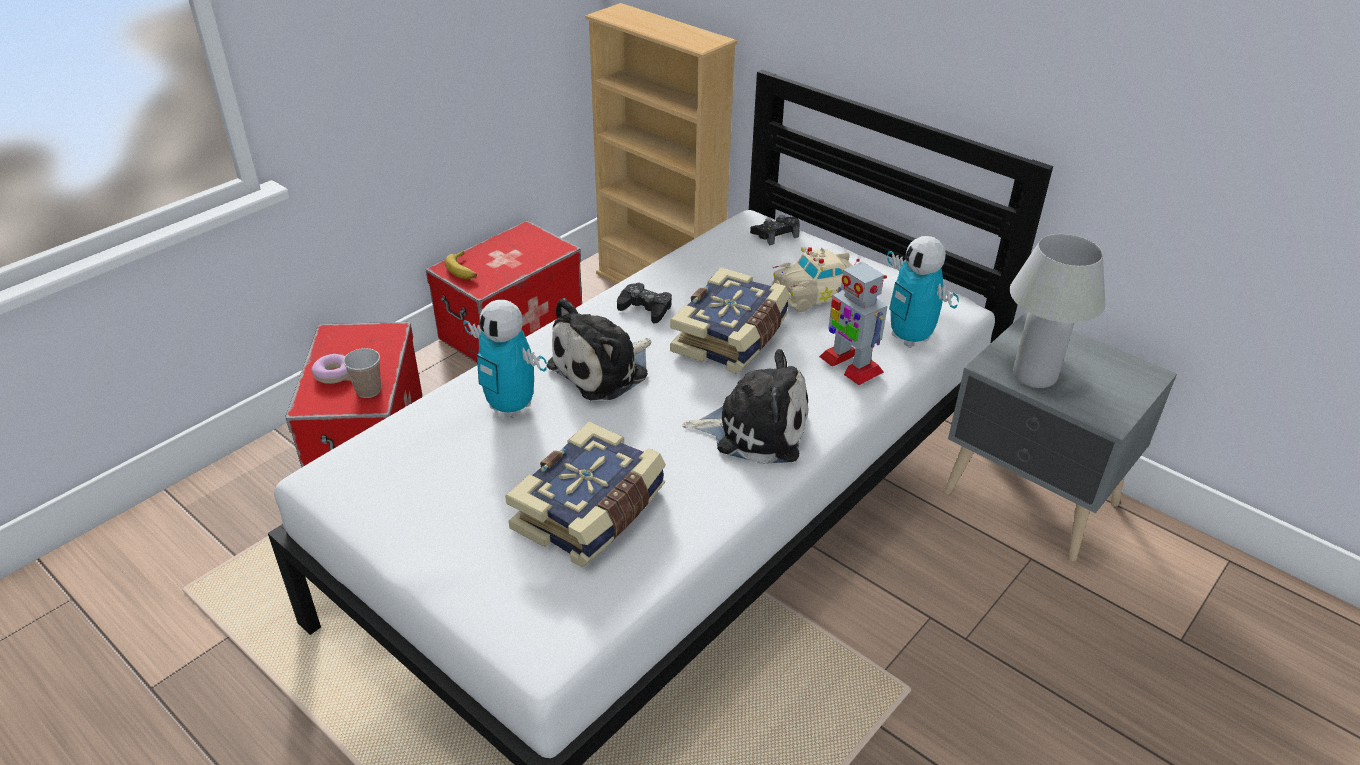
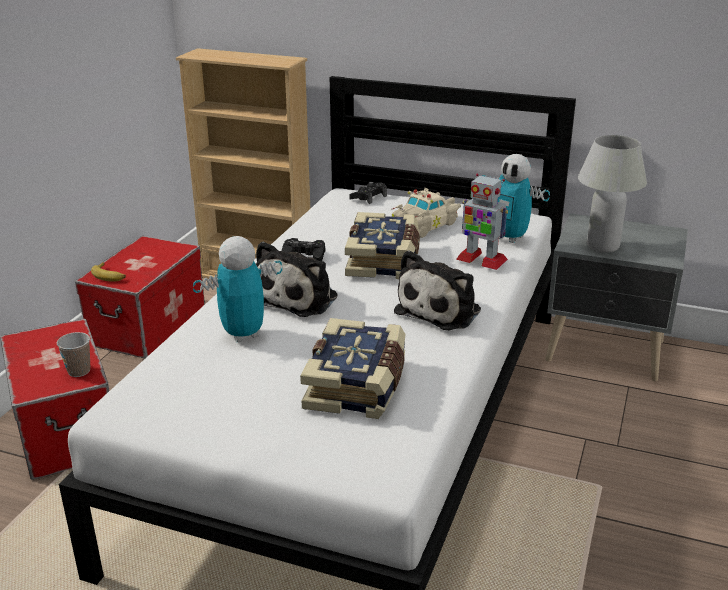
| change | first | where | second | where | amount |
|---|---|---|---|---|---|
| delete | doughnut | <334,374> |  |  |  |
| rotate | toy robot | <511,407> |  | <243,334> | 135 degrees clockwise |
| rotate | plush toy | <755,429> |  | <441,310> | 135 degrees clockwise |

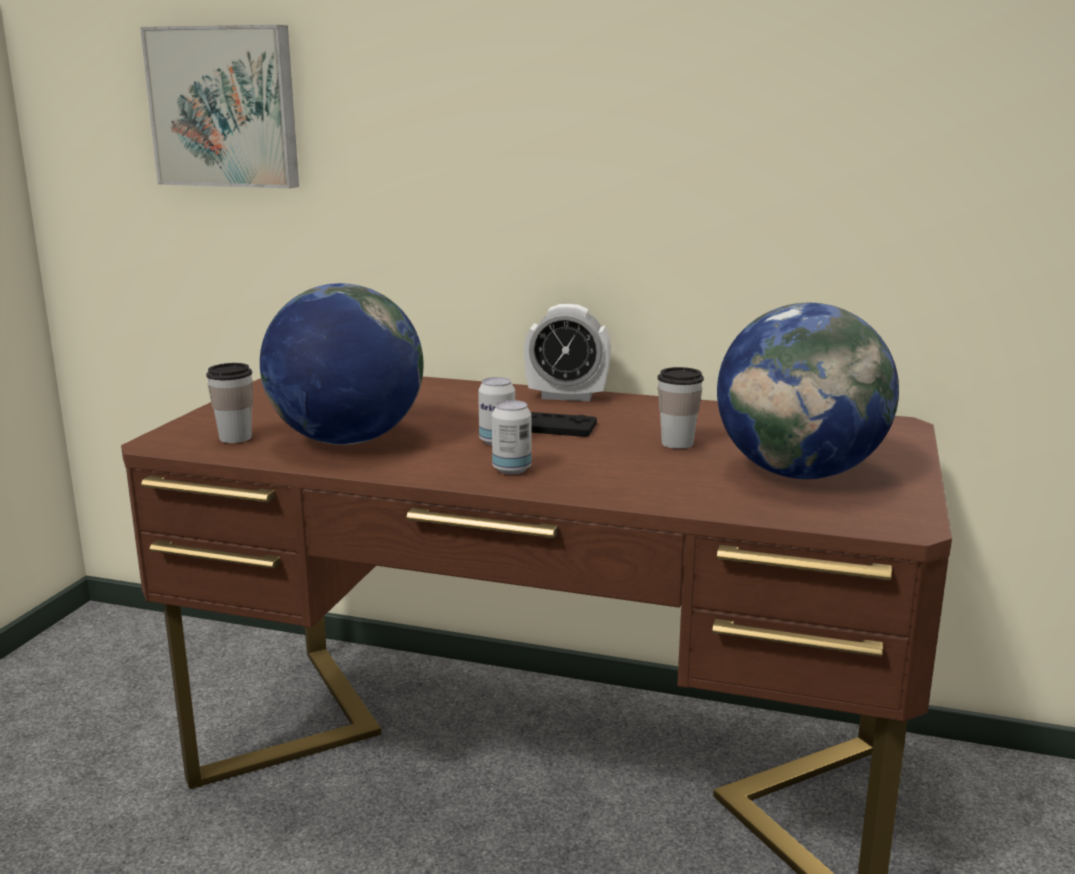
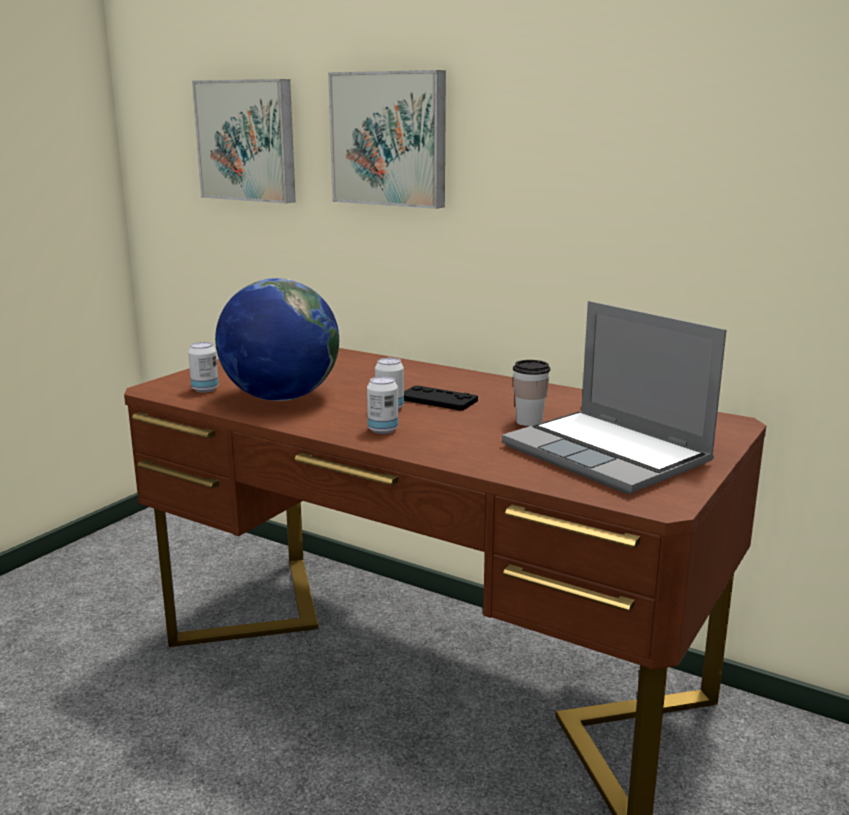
| change | first | where | second | where | amount |
|---|---|---|---|---|---|
| replace | small cup | <235,438> | can | <205,389> |  |
| delete | alarm clock | <567,396> |  |  |  |
| replace | world globe | <799,473> | portable computer | <609,454> |  |
| insert |  |  | picture | <390,139> |  |

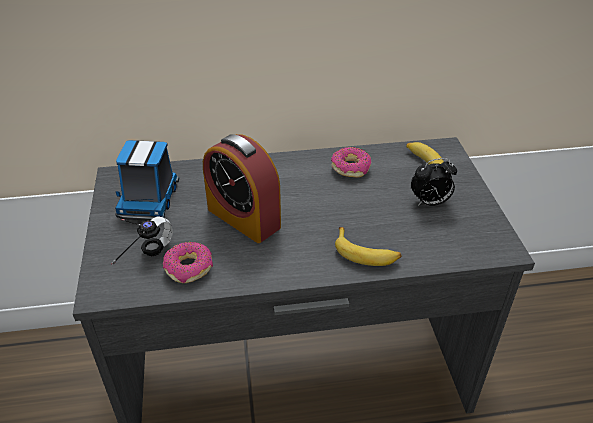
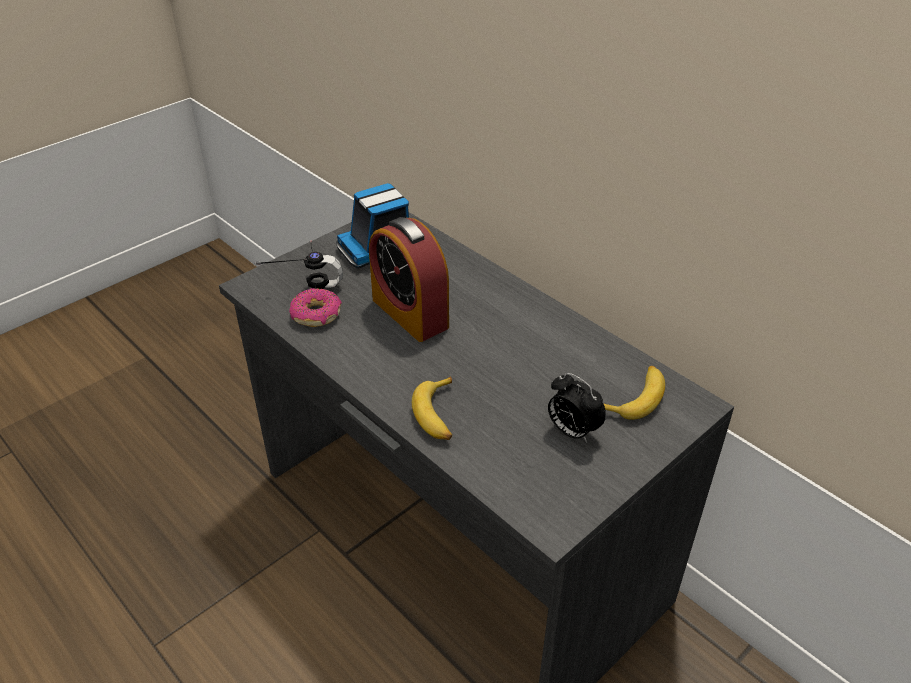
| change | first | where | second | where | amount |
|---|---|---|---|---|---|
| rotate | alarm clock | <243,218> |  | <410,313> | 45 degrees counterclockwise |
| delete | doughnut | <351,168> |  |  |  |

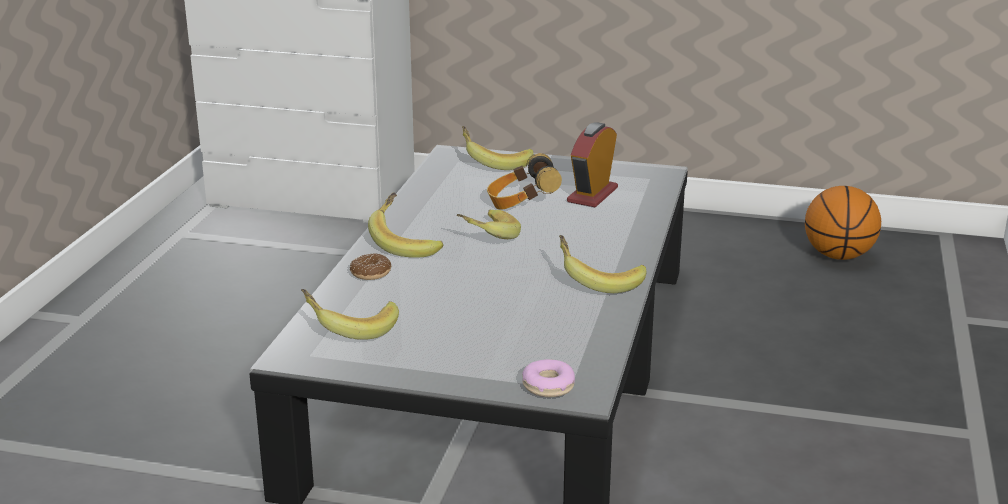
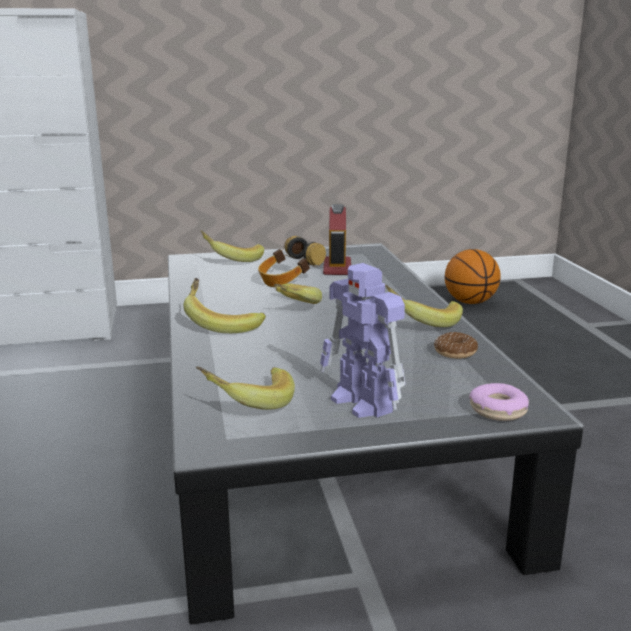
| change | first | where | second | where | amount |
|---|---|---|---|---|---|
| move | doughnut | <371,273> |  | <455,352> |  |
| insert |  |  | toy robot | <363,403> |  |

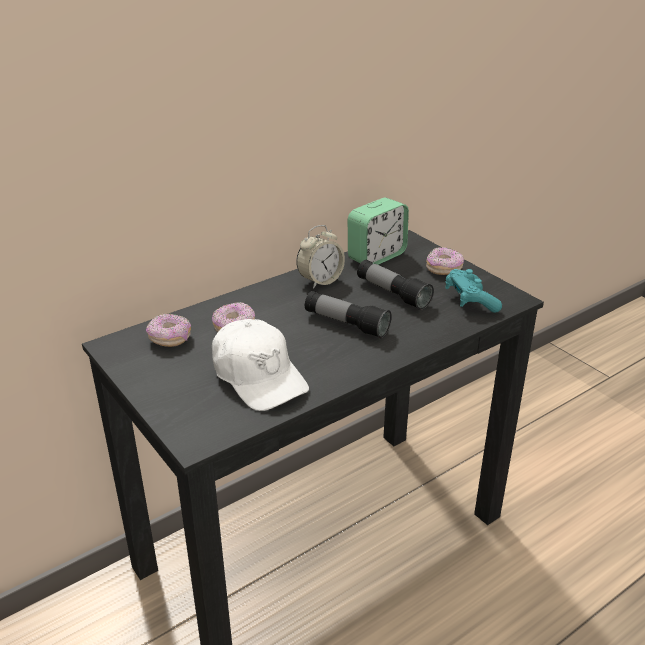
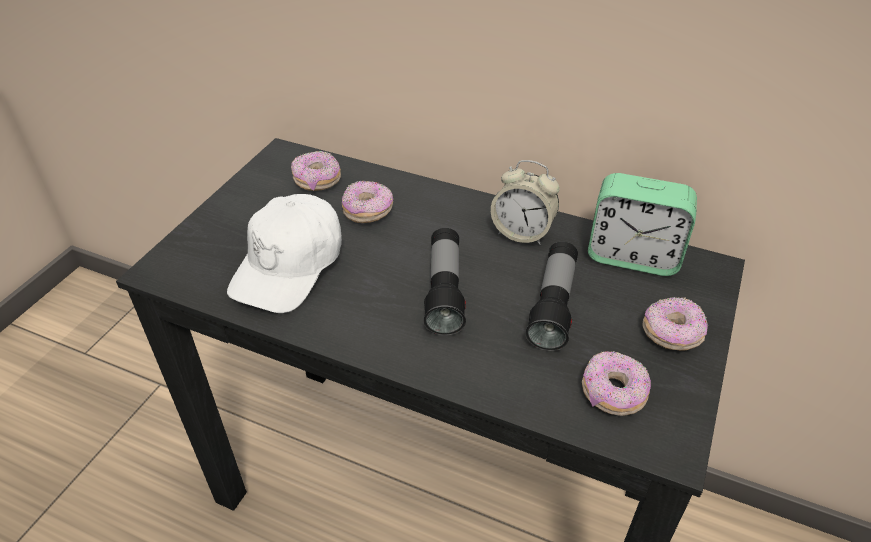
| change | first | where | second | where | amount |
|---|---|---|---|---|---|
| replace | gamepad/blue-green | <470,300> | doughnut | <613,393> |  |

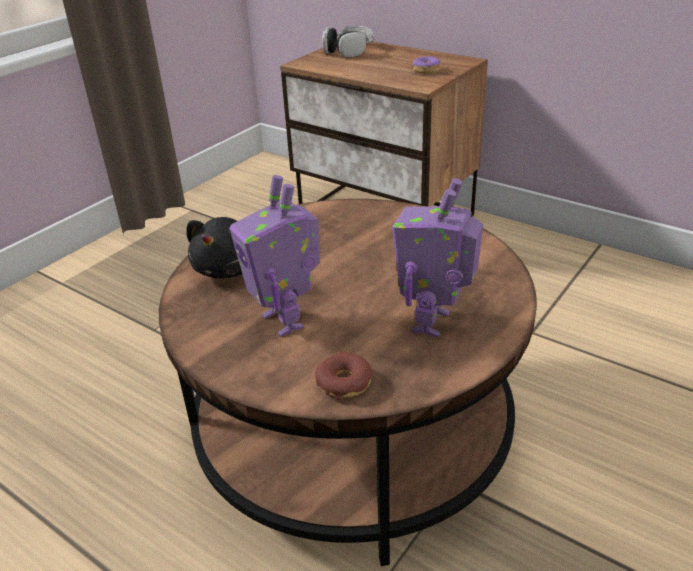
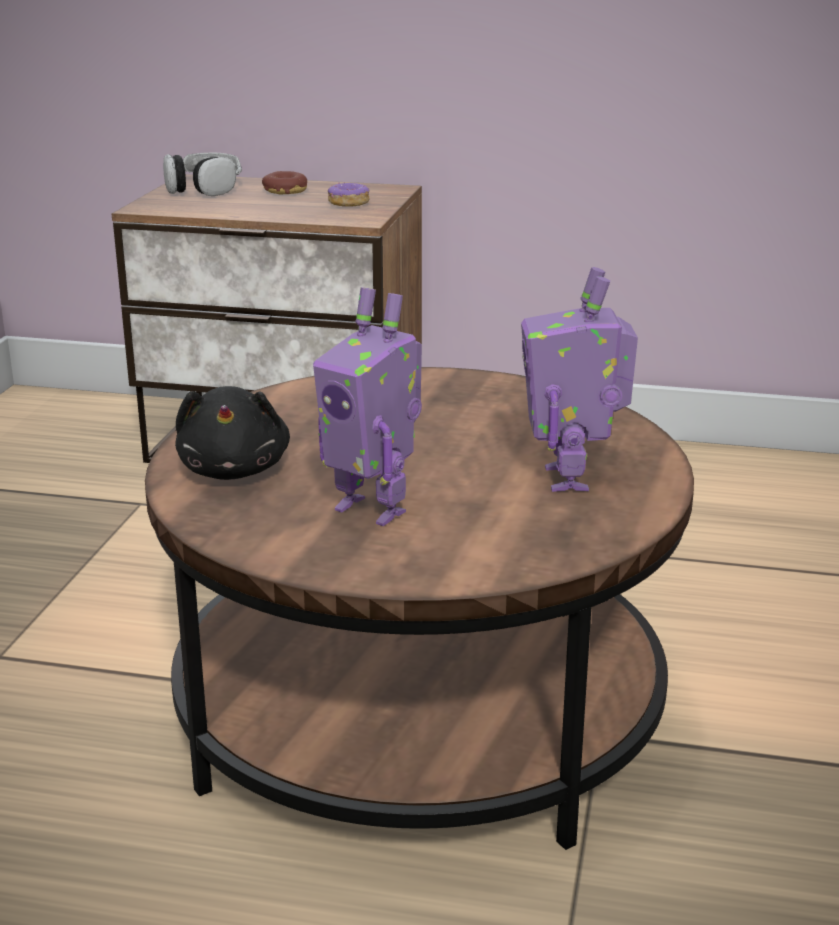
| change | first | where | second | where | amount |
|---|---|---|---|---|---|
| move | doughnut | <344,382> |  | <285,191> |  |

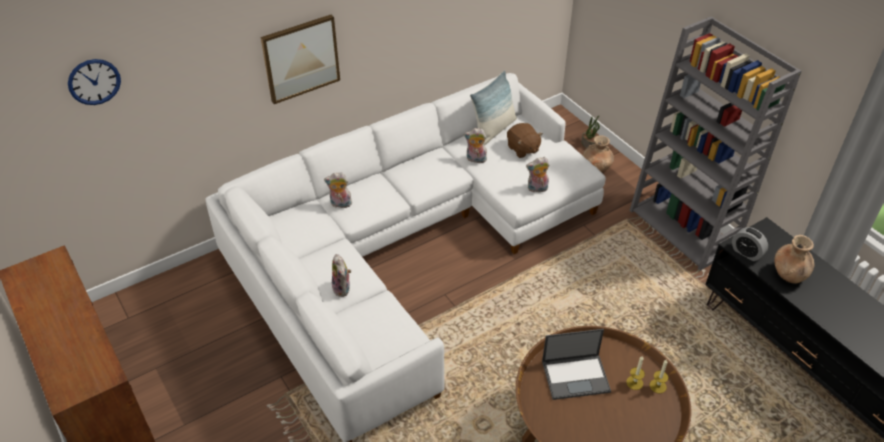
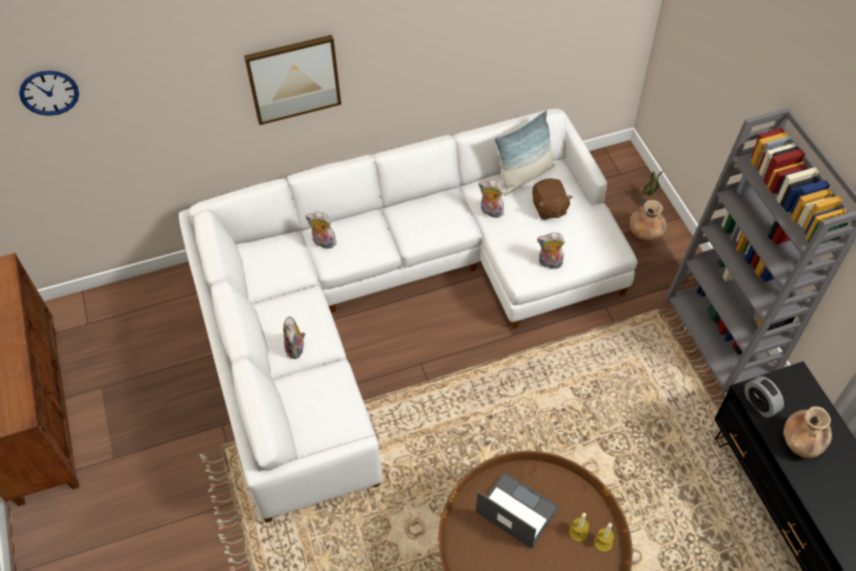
| change | first | where | second | where | amount |
|---|---|---|---|---|---|
| rotate | portable computer | <576,376> |  | <516,509> | 150 degrees counterclockwise |

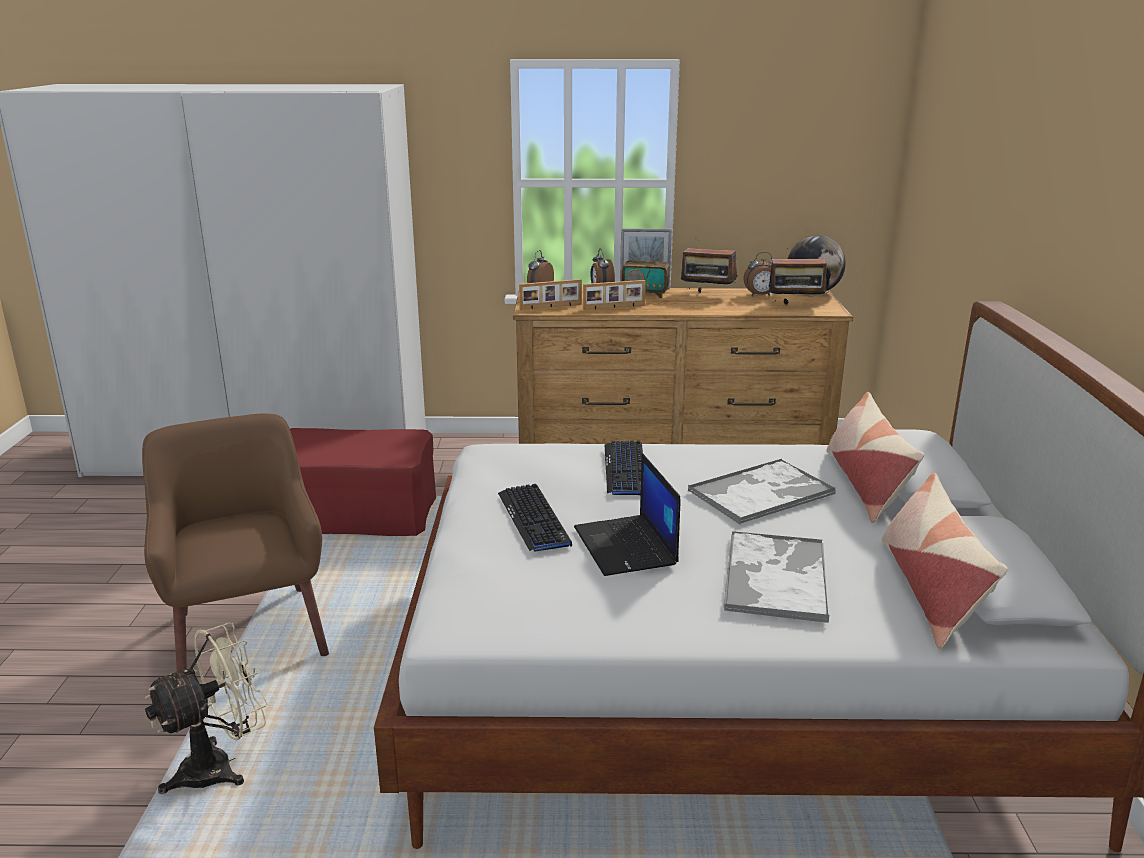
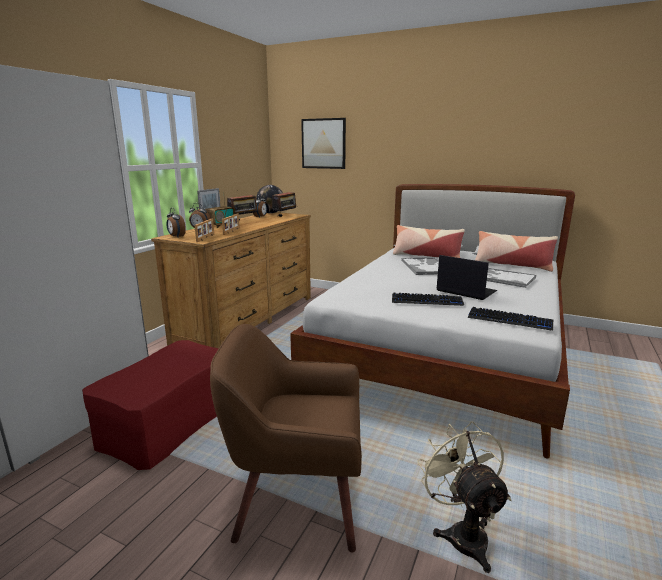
| change | first | where | second | where | amount |
|---|---|---|---|---|---|
| rotate | portable computer | <627,547> |  | <465,291> | 150 degrees counterclockwise |
| move | PC keyboard | <625,469> |  | <509,320> |  |
| insert |  |  | picture | <323,143> |  |

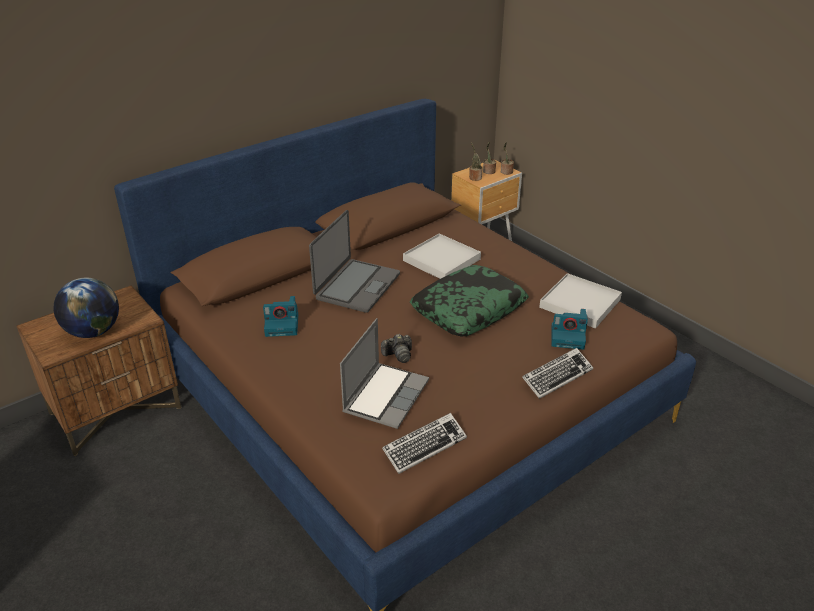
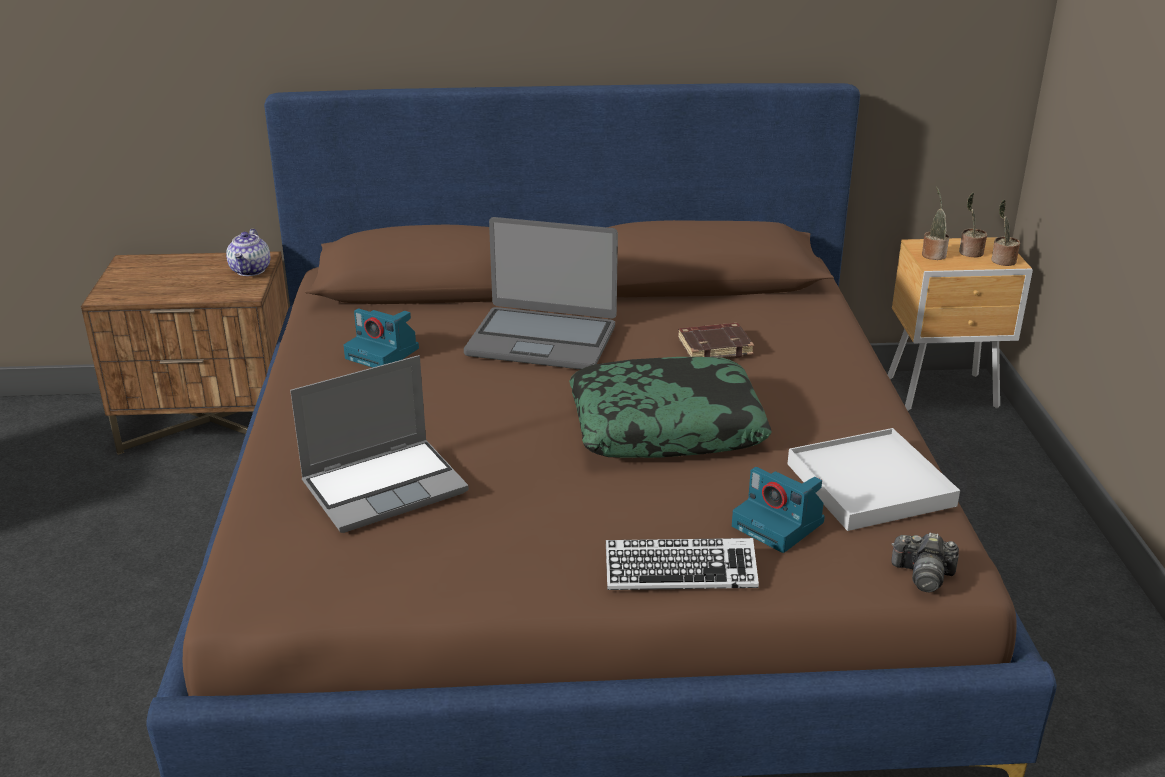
| change | first | where | second | where | amount |
|---|---|---|---|---|---|
| delete | world globe | <93,332> |  |  |  |
| rotate | portable computer | <356,286> |  | <542,340> | 45 degrees clockwise |
| move | photo camera | <398,355> |  | <923,575> |  |
| delete | PC keyboard | <424,446> |  |  |  |
| replace | serving tray/white-coloured | <441,260> | bound book/brown-coloured | <715,346> |  |
| insert |  |  | teapot | <251,270> |  |

